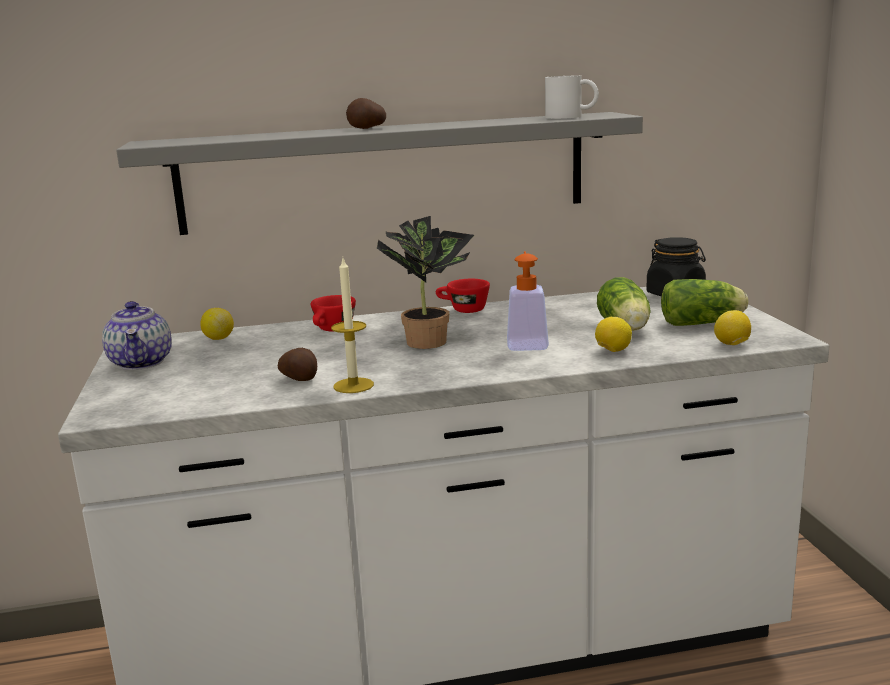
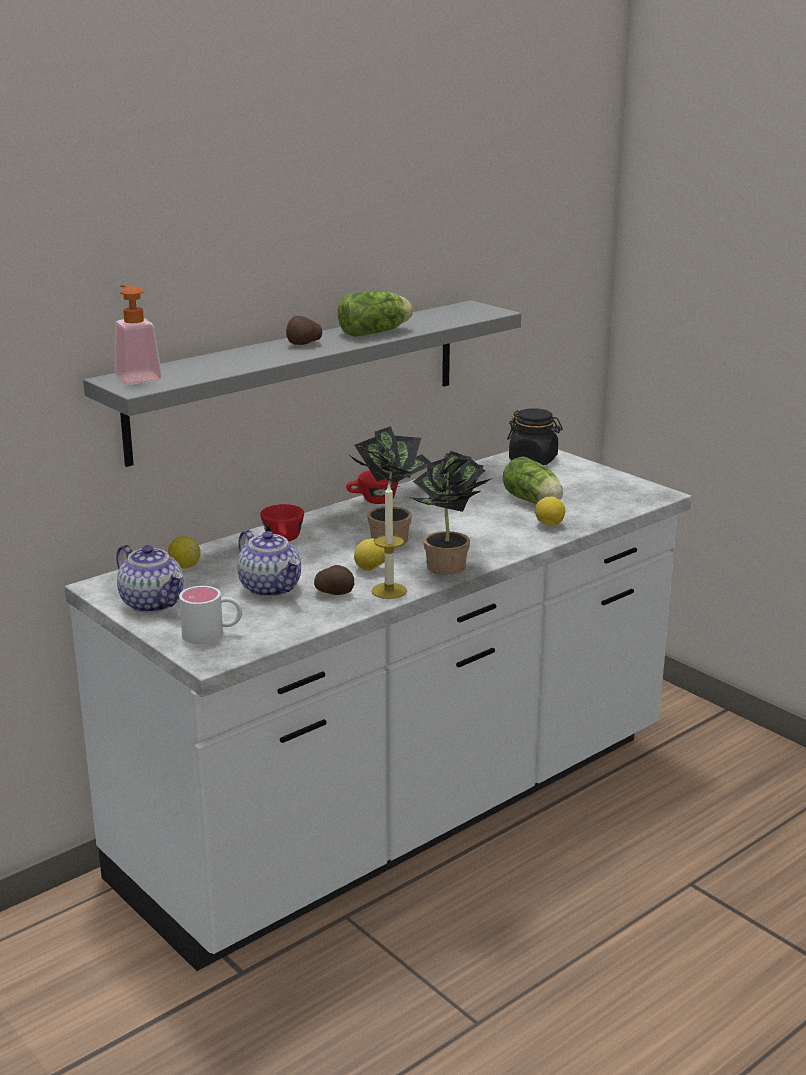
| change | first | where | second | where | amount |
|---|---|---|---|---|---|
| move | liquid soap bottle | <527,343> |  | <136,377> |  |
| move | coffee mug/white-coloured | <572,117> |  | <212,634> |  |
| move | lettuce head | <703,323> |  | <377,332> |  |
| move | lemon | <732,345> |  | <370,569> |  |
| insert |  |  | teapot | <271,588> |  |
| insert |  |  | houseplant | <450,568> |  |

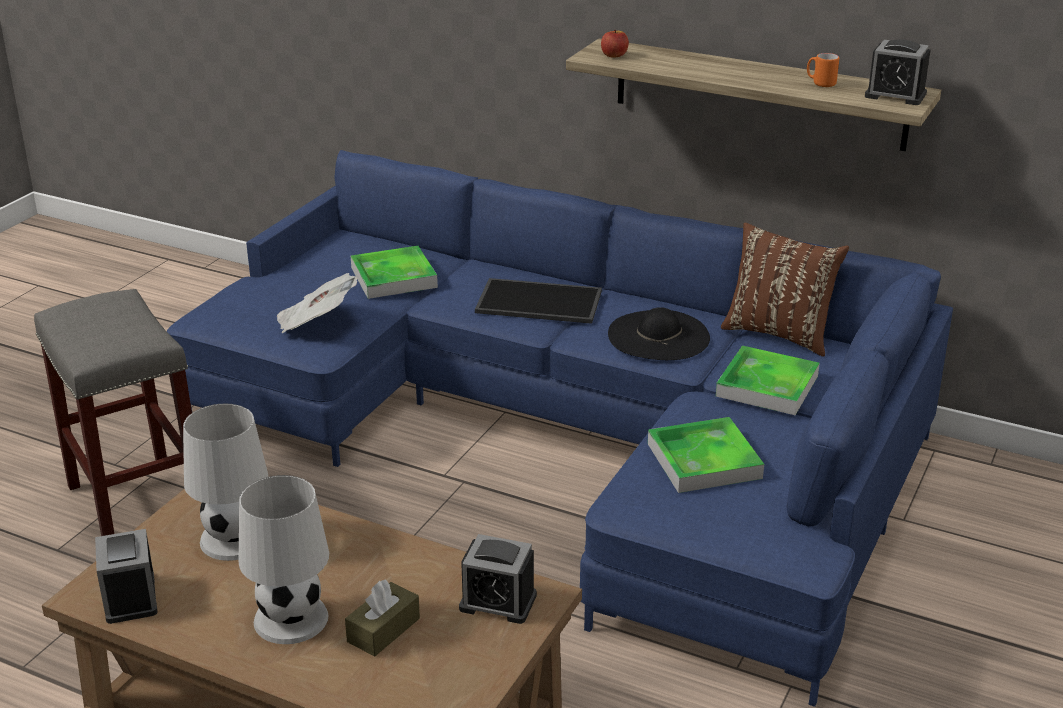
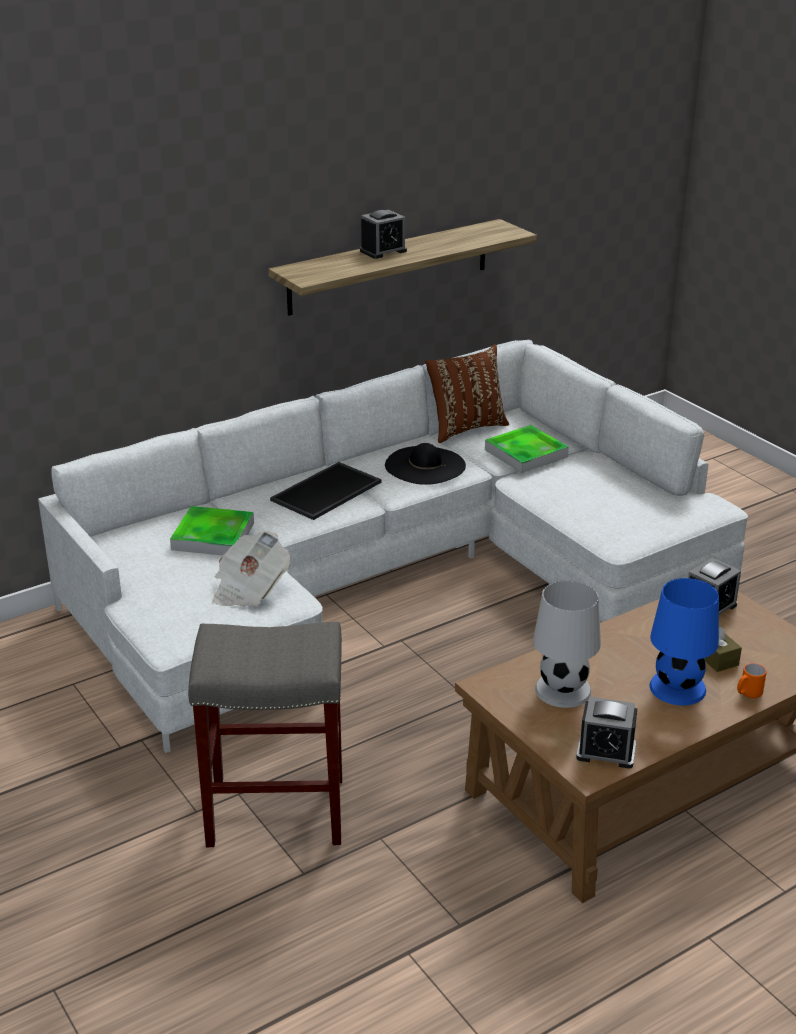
| change | first | where | second | where | amount |
|---|---|---|---|---|---|
| recolor | settee/blue-coloured | <574,439> | settee/white-coloured | <393,578> |  |
| recolor | lamp for a table/white-coloured | <291,619> | lamp for a table/blue-coloured | <678,687> |  |
| delete | apple fruit | <614,55> |  |  |  |
| delete | serving tray | <704,461> |  |  |  |
| move | coffee mug/orangey | <820,83> |  | <748,694> |  |
| move | alarm clock | <895,95> |  | <383,251> |  |

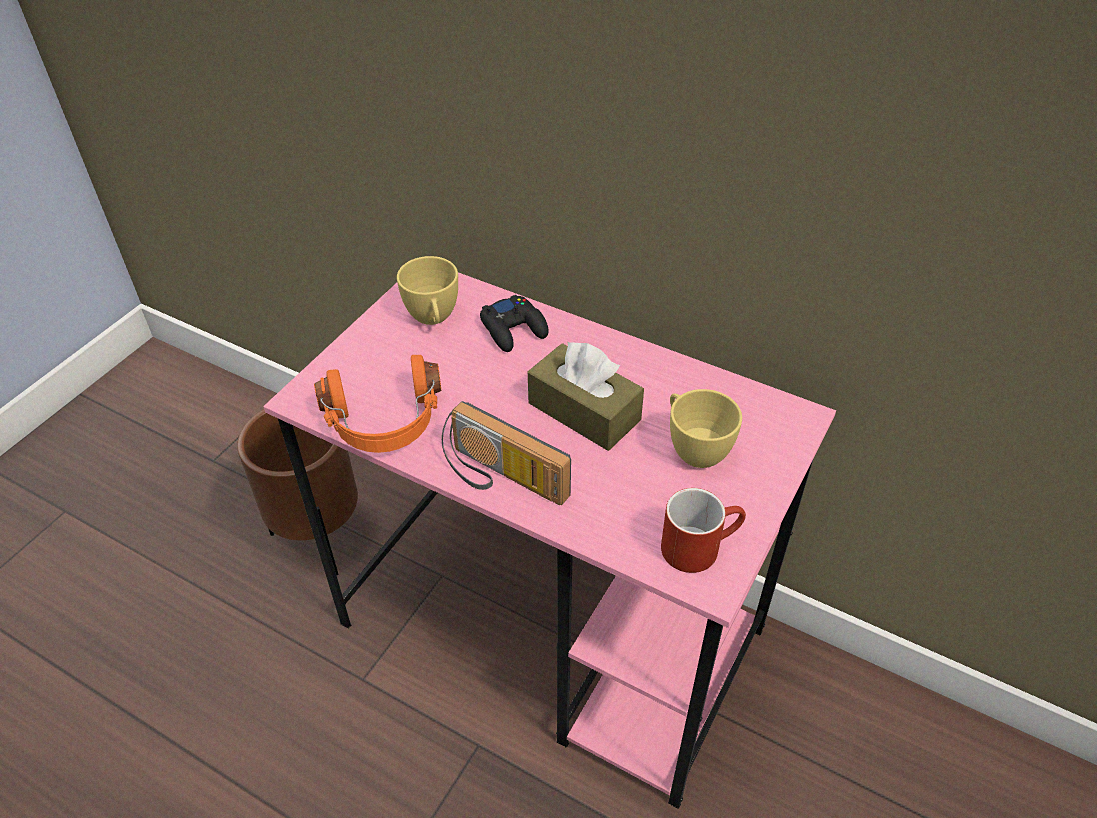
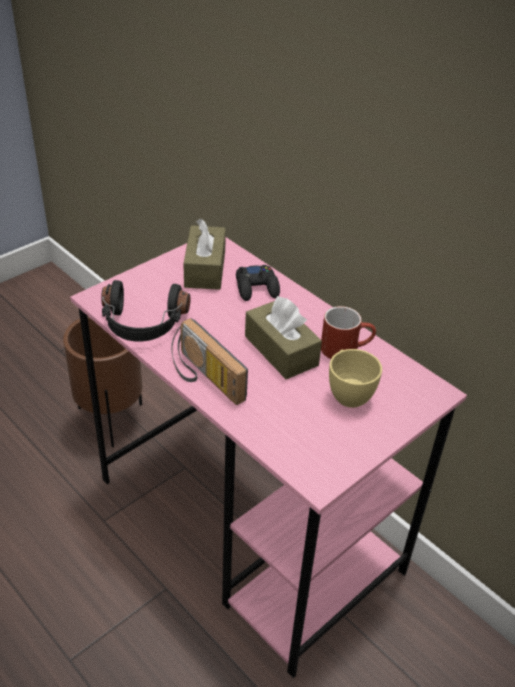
| change | first | where | second | where | amount |
|---|---|---|---|---|---|
| recolor | headphones/orangey | <385,422> | headphones/blackish | <143,325> |  |
| replace | small cup/yellow | <433,319> | tissue holder/brown-coloured | <205,269> |  |
| move | coffee mug/reddish | <699,545> |  | <345,348> |  |

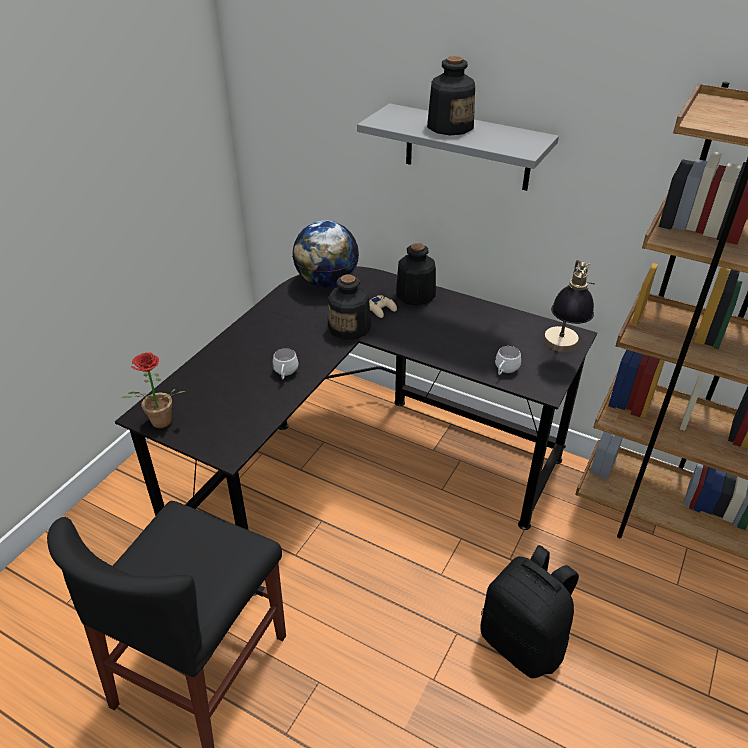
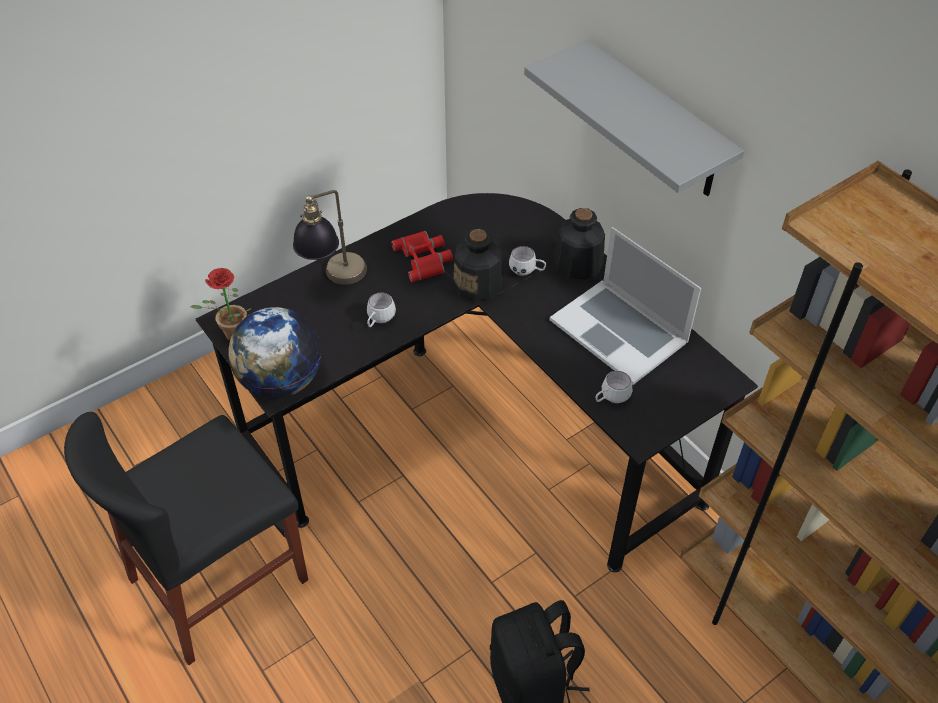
| change | first | where | second | where | amount |
|---|---|---|---|---|---|
| move | world globe | <326,282> |  | <280,381> |  |
| replace | gamepad/beige | <381,309> | coffee mug/white-coloured | <527,271> |  |
| delete | bottle | <450,126> |  |  |  |
| move | lamp for a table | <561,350> |  | <334,280> |  |
| insert |  |  | pair of binoculars/reddish | <424,258> |  |
| insert |  |  | portable computer | <619,330> |  |

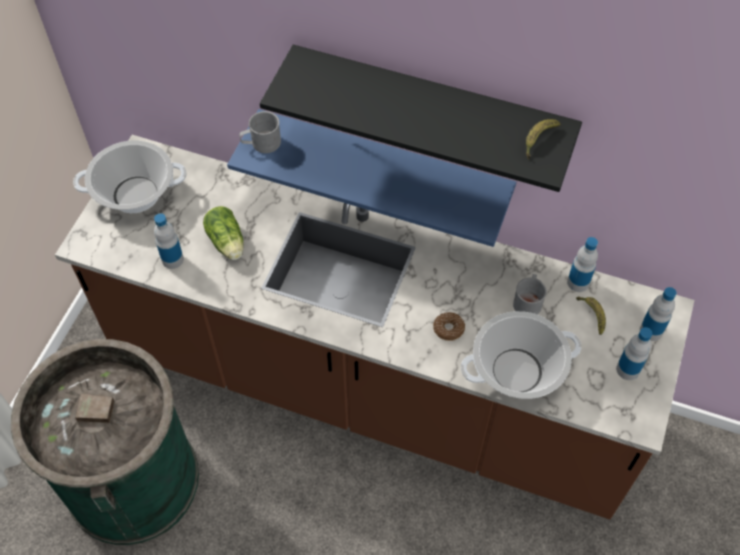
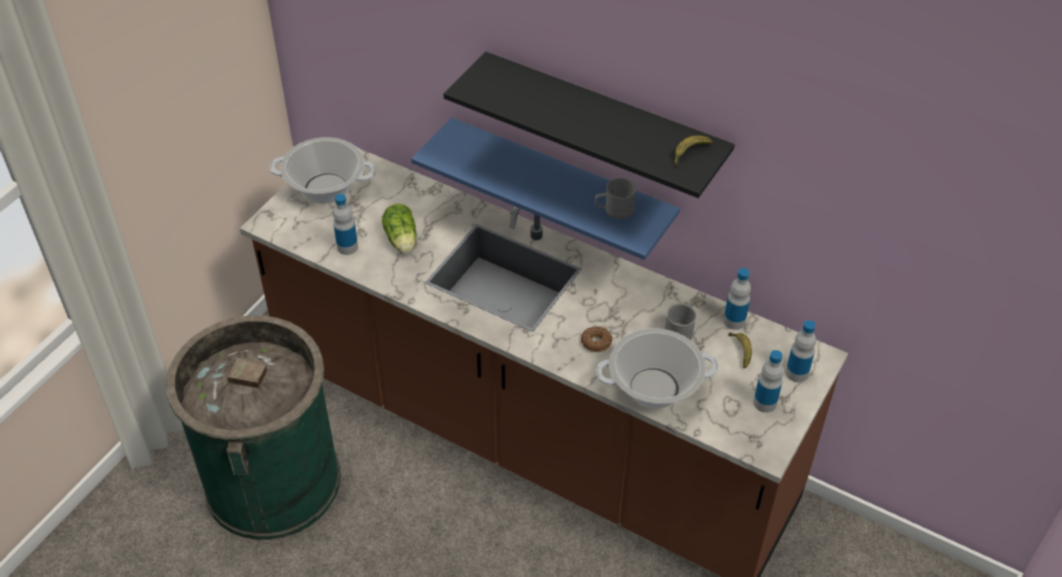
| change | first | where | second | where | amount |
|---|---|---|---|---|---|
| move | coffee mug/greyish | <261,143> |  | <614,210> |  |

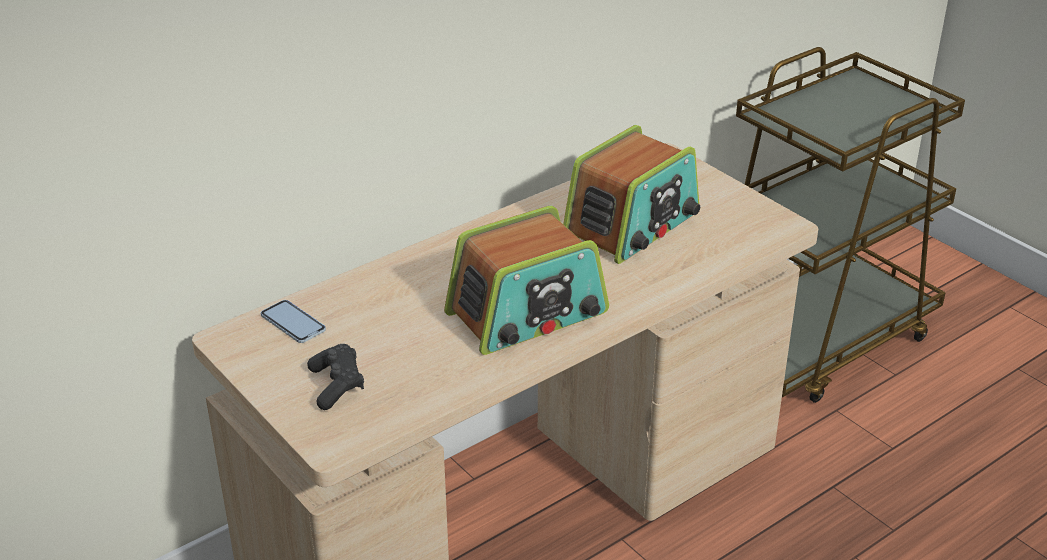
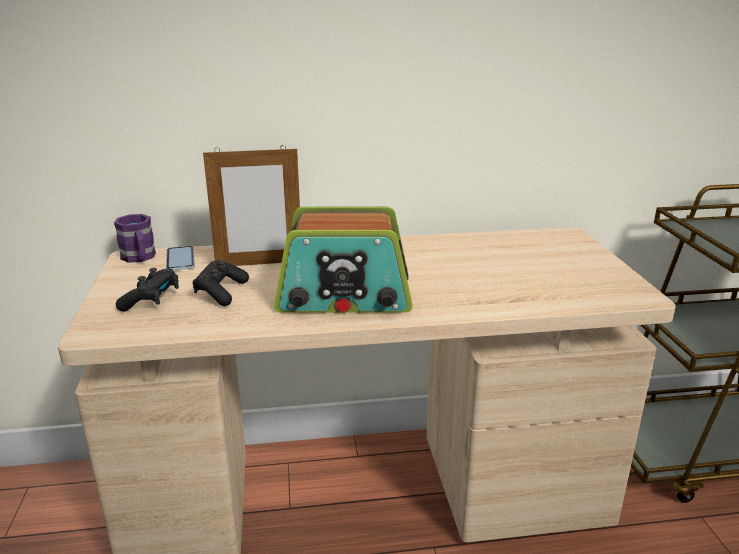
| change | first | where | second | where | amount |
|---|---|---|---|---|---|
| delete | radio | <632,225> |  |  |  |
| insert |  |  | coffee mug/purple | <139,258> |  |
| insert |  |  | gamepad/blackish | <221,292> |  |
| insert |  |  | standing frame | <259,263> |  |

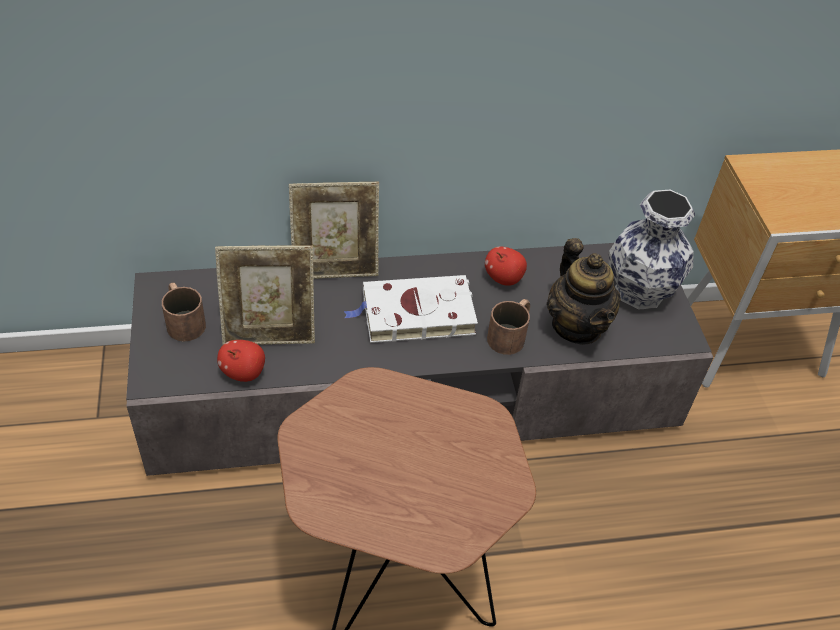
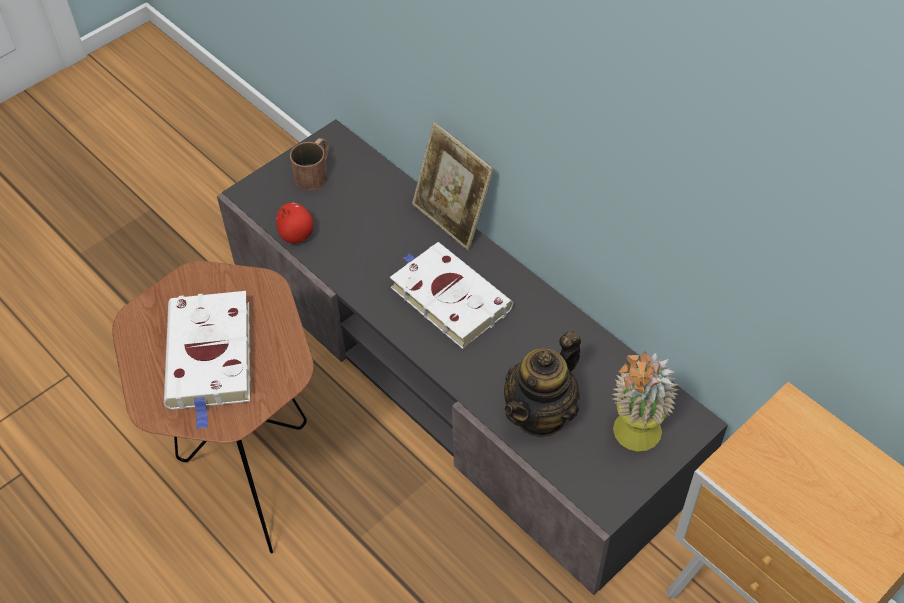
| change | first | where | second | where | amount |
|---|---|---|---|---|---|
| delete | standing frame | <270,331> |  |  |  |
| delete | apple fruit | <503,278> |  |  |  |
| delete | coffee mug/brown-coloured | <511,334> |  |  |  |
| replace | vase | <639,292> | houseplant | <633,441> |  |
| insert |  |  | bound book/white-coloured | <210,358> |  |

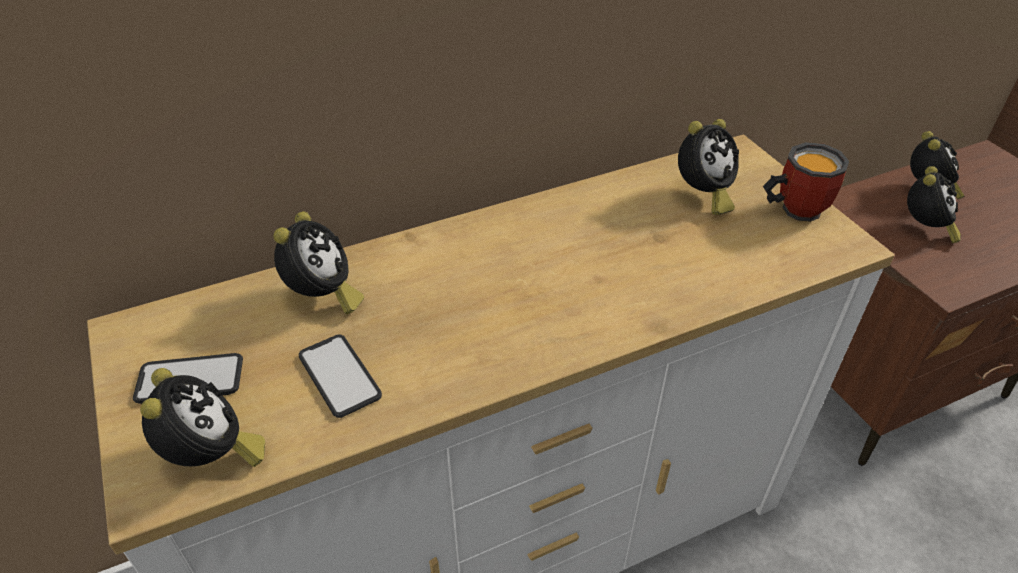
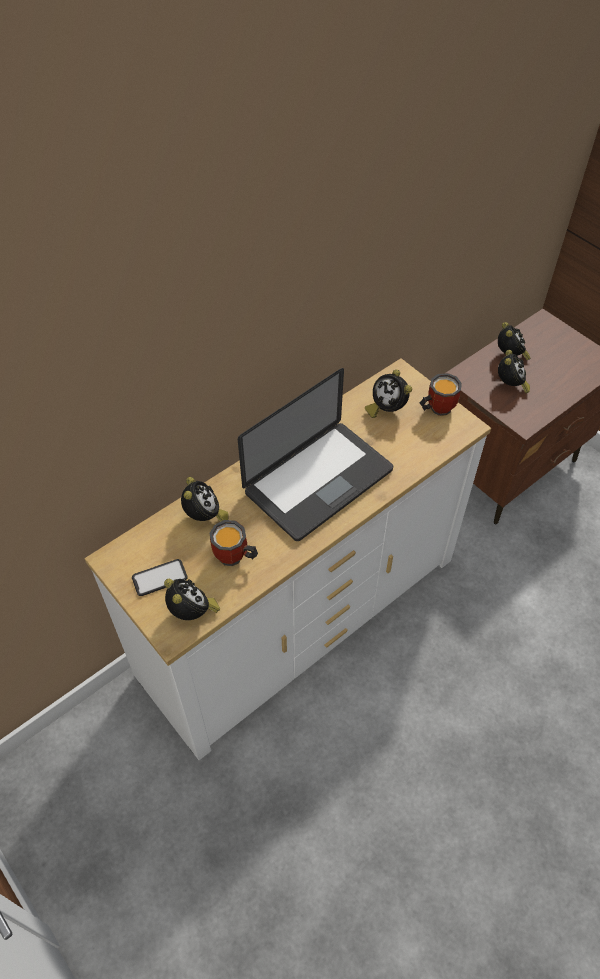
| change | first | where | second | where | amount |
|---|---|---|---|---|---|
| replace | telephone | <339,376> | coffee mug | <234,559> |  |
| rotate | alarm clock | <702,196> |  | <387,409> | 105 degrees clockwise |
| insert |  |  | portable computer | <318,481> |  |

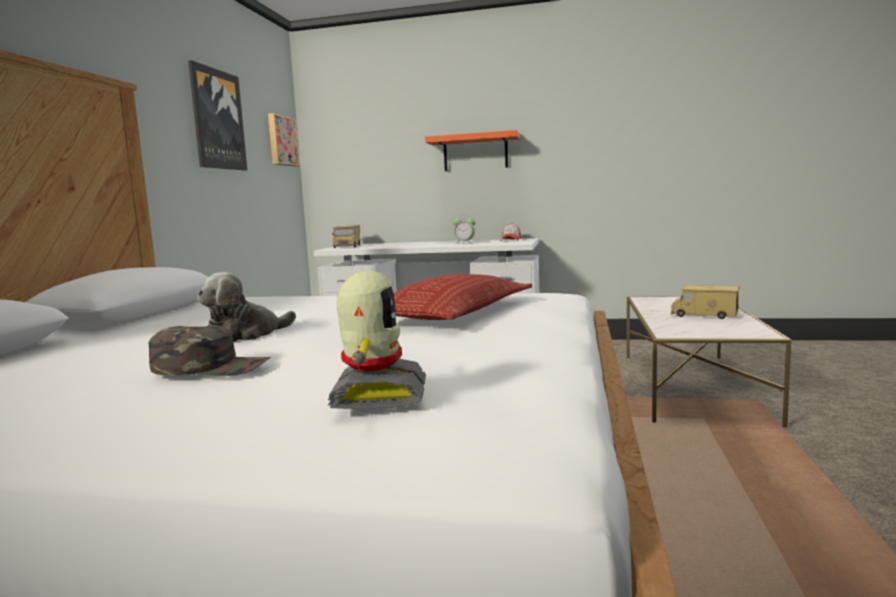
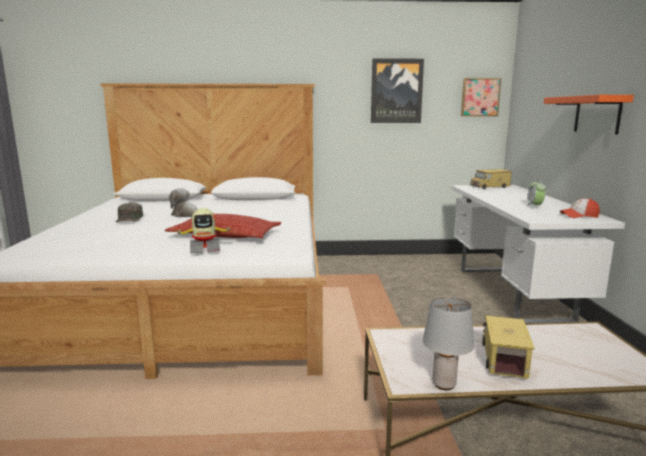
| change | first | where | second | where | amount |
|---|---|---|---|---|---|
| move | toy robot | <376,395> |  | <205,249> |  |
| insert |  |  | lamp for a table/greyish | <444,384> |  |

